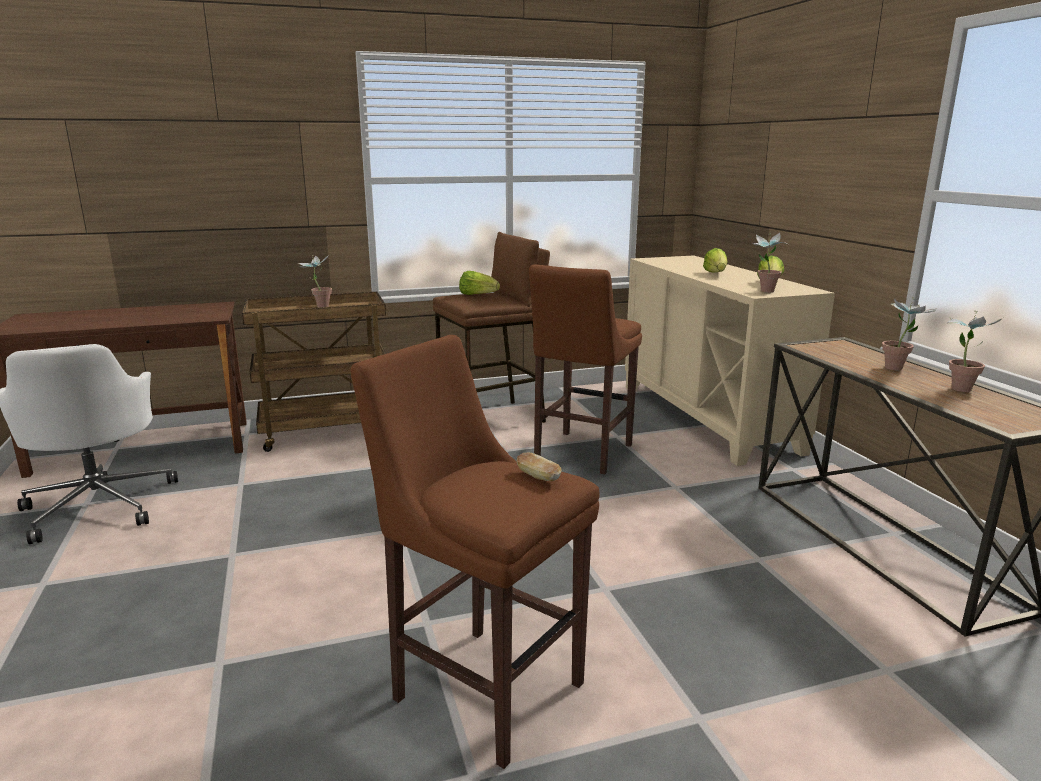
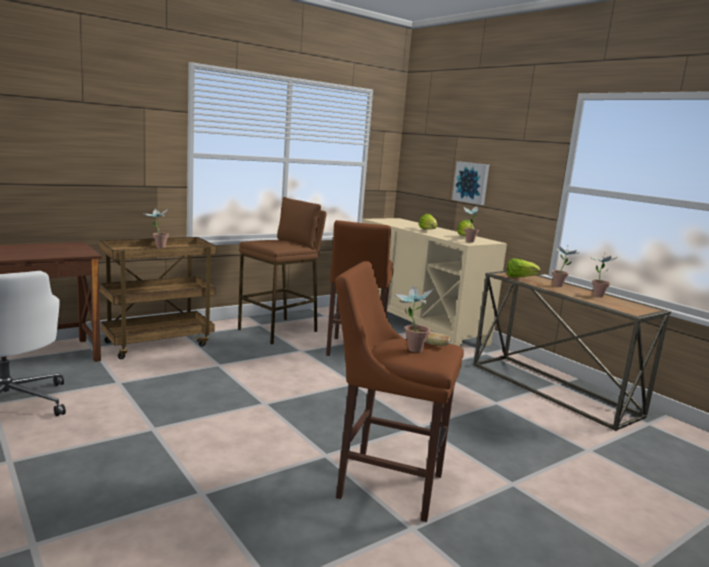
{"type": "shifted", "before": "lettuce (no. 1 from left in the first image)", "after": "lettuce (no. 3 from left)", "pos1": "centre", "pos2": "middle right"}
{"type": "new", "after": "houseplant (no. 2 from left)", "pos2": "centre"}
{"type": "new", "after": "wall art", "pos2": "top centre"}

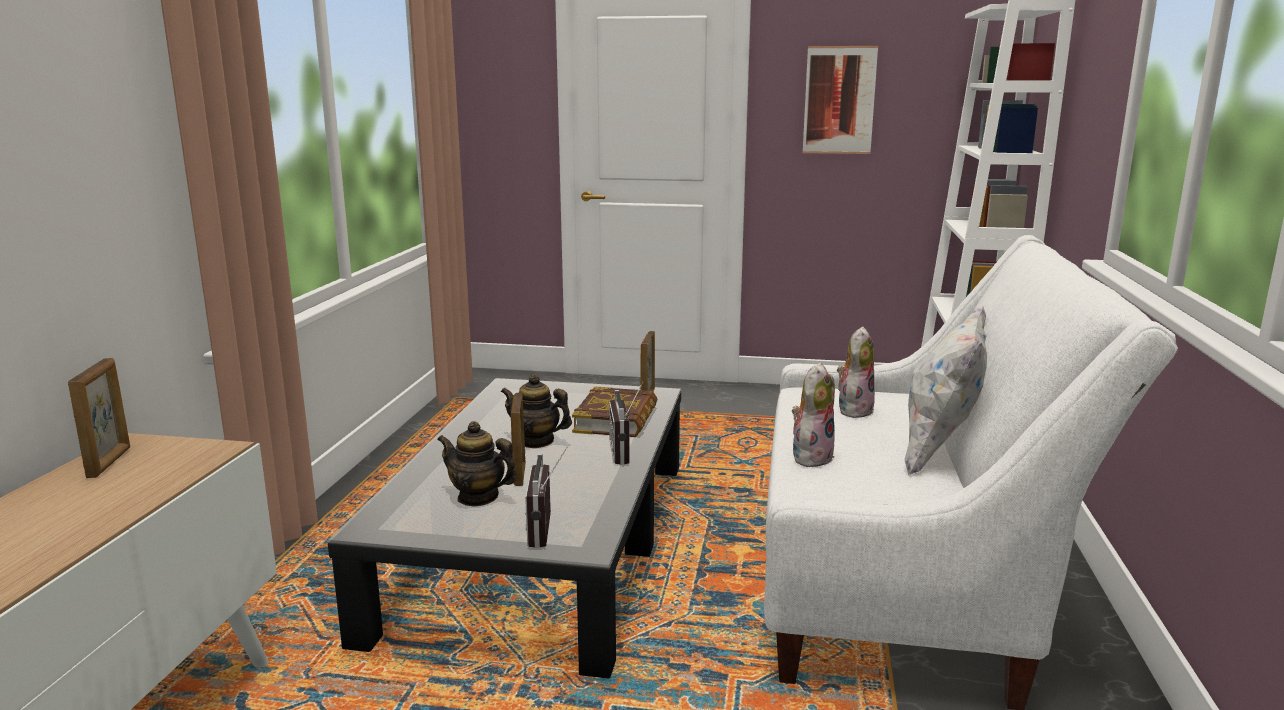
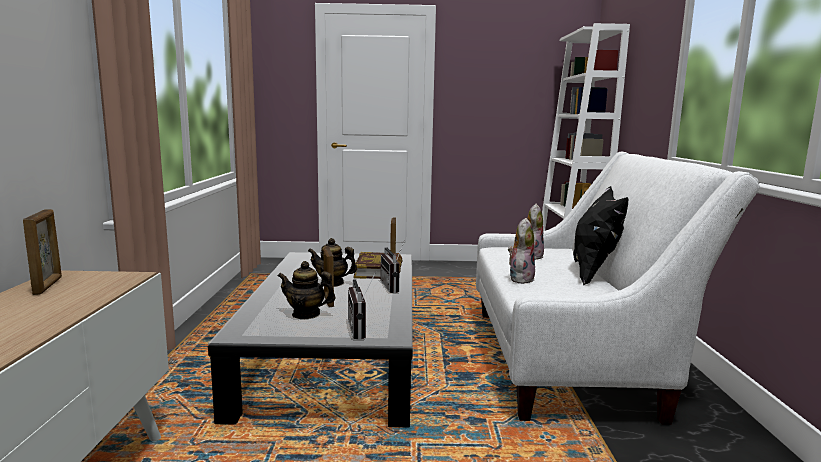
{"type": "gone", "before": "wall art", "pos1": "top centre"}
{"type": "repainted", "before": "white throw pillow", "after": "black throw pillow", "pos1": "middle right", "pos2": "middle right"}

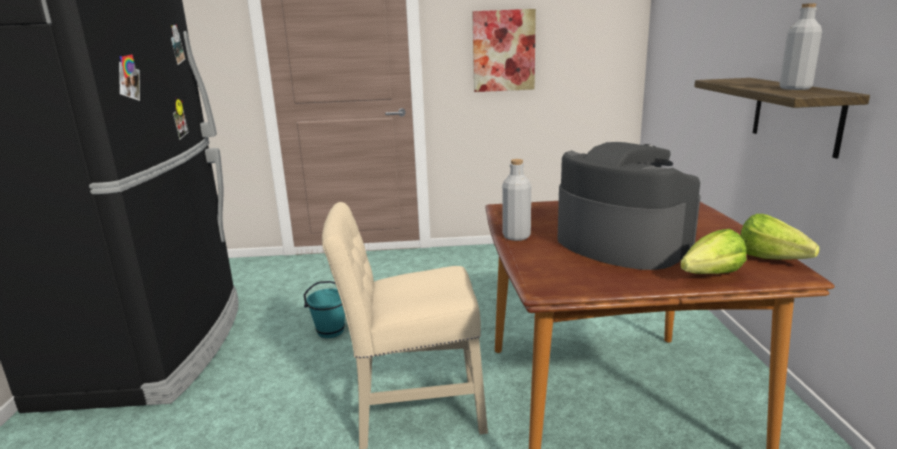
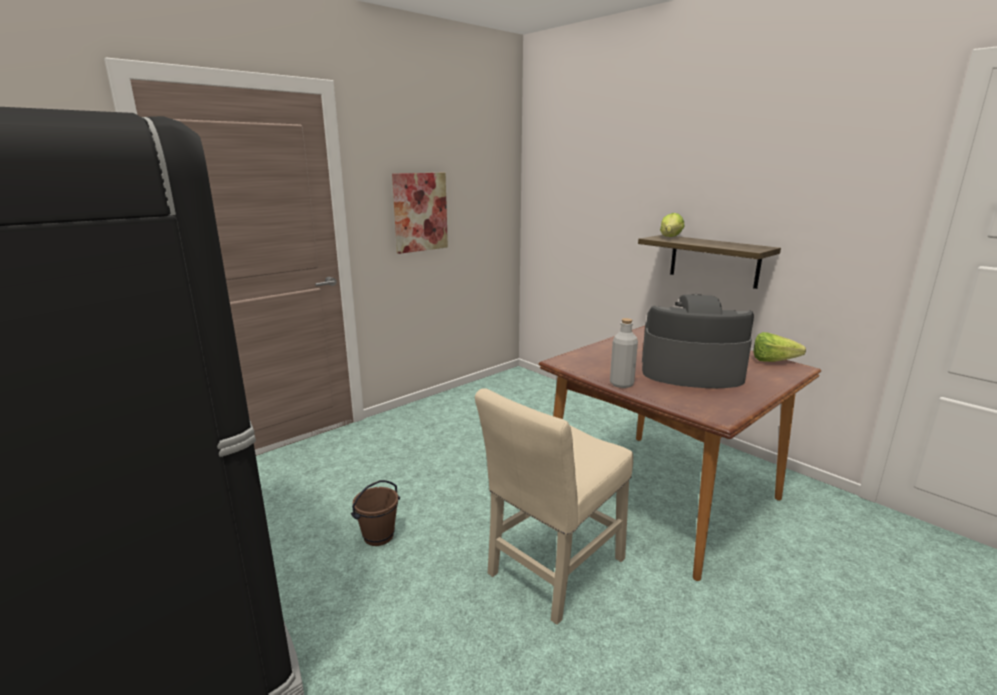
{"type": "repainted", "before": "turquoise bucket", "after": "brown bucket", "pos1": "bottom centre", "pos2": "bottom centre"}
{"type": "shifted", "before": "lettuce (no. 1 from left)", "pos1": "middle right", "pos2": "top right"}
{"type": "gone", "before": "gray drink bottle (no. 2 from left)", "pos1": "top right"}

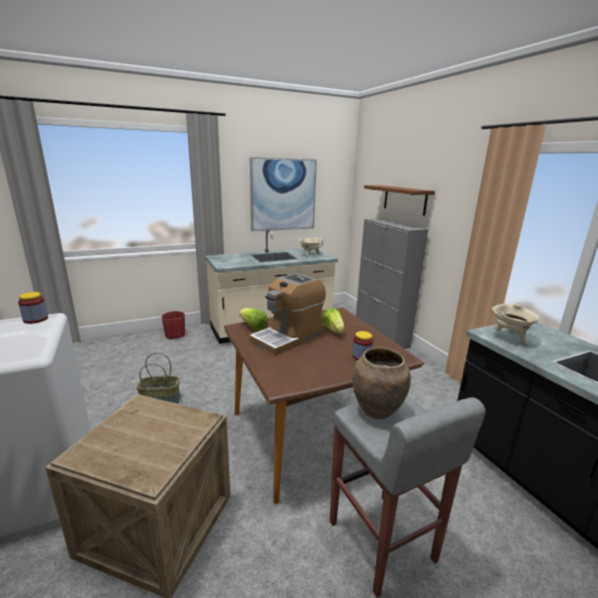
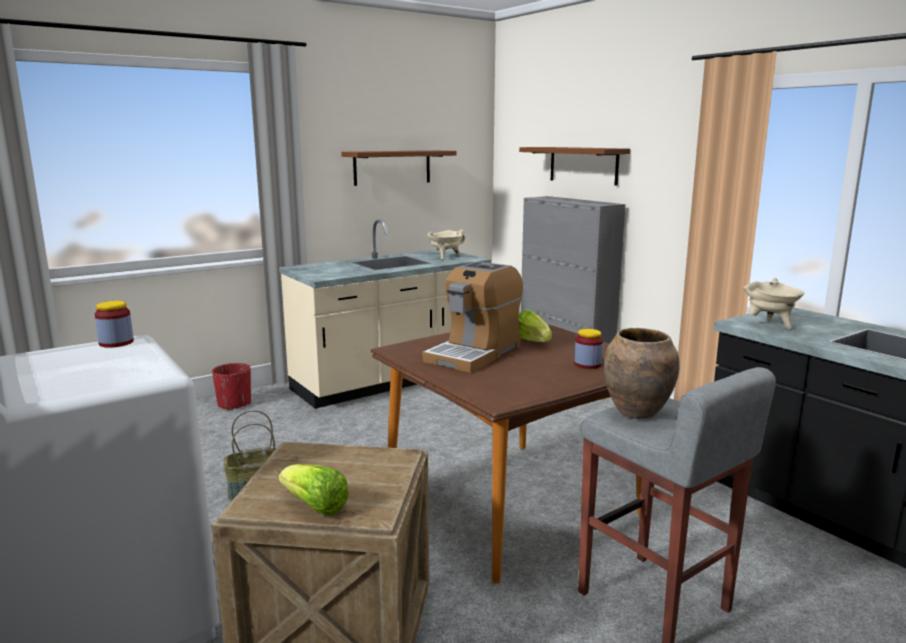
{"type": "shifted", "before": "lettuce (no. 1 from left)", "pos1": "centre", "pos2": "bottom centre"}
{"type": "swapped", "before": "wall art", "after": "brown bracket shelf (no. 1 from left)", "pos1": "top centre", "pos2": "top centre"}

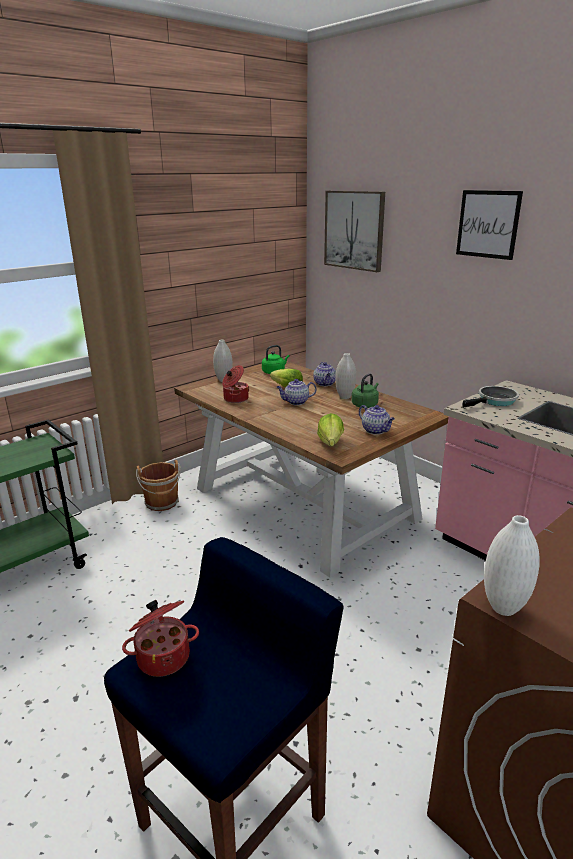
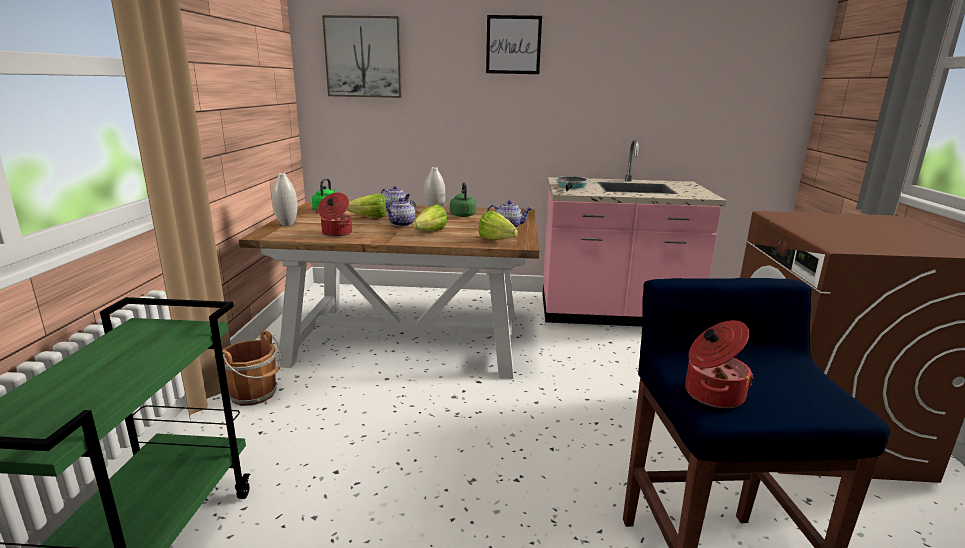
{"type": "gone", "before": "white flower vase (no. 3 from left)", "pos1": "middle right"}
{"type": "new", "after": "lettuce (no. 2 from left)", "pos2": "centre"}

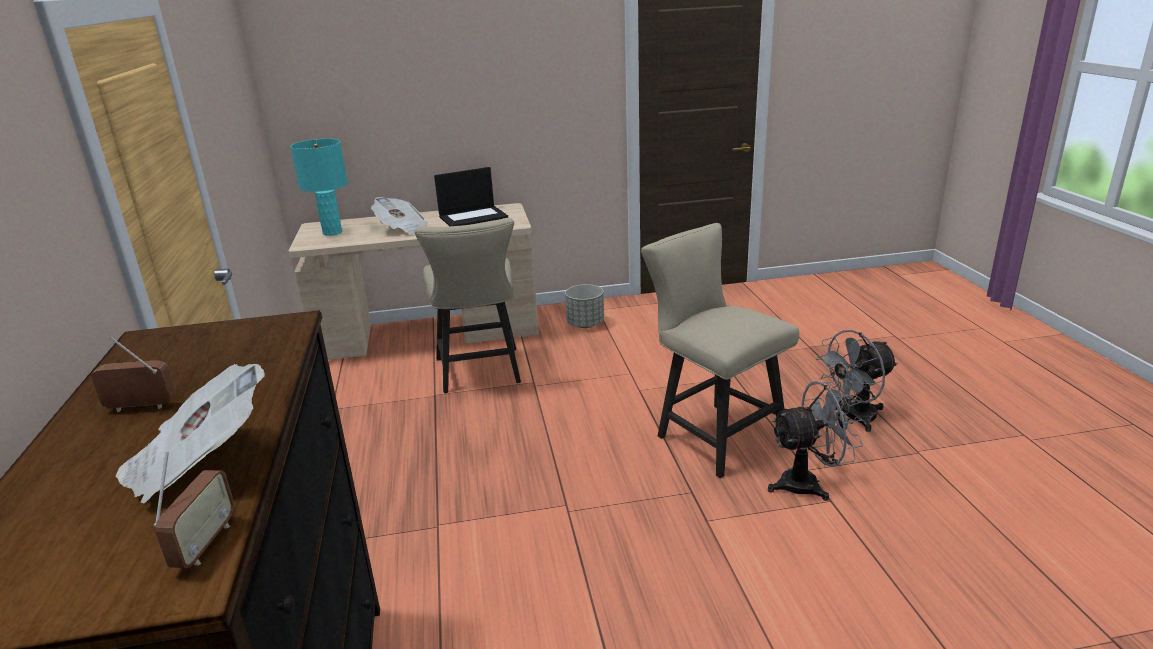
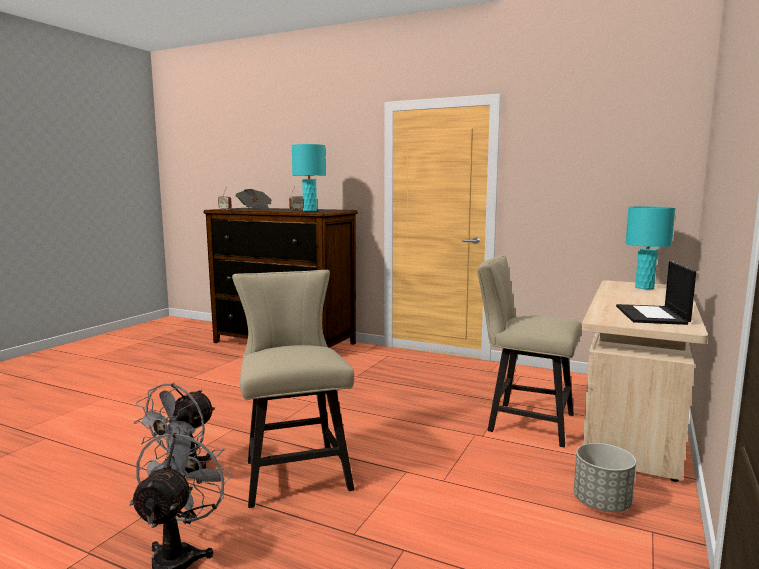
{"type": "gone", "before": "newspaper (no. 2 from left)", "pos1": "top centre"}
{"type": "rotated", "before": "beige plain chair (no. 2 from left in the first image)", "pos1": "centre", "pos2": "bottom centre", "turn": -105}
{"type": "new", "after": "turquoise table lamp (no. 1 from left)", "pos2": "top centre"}

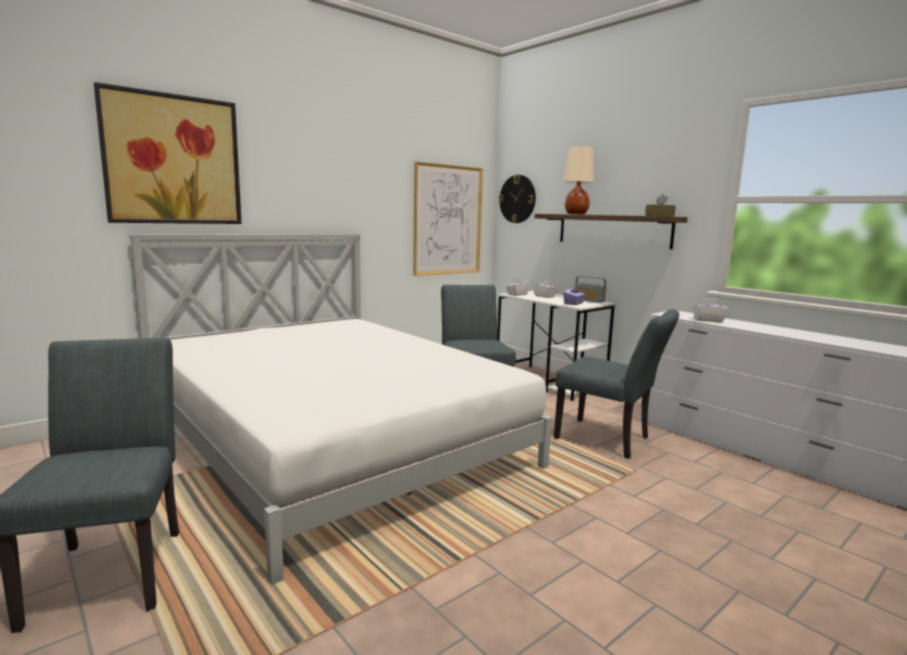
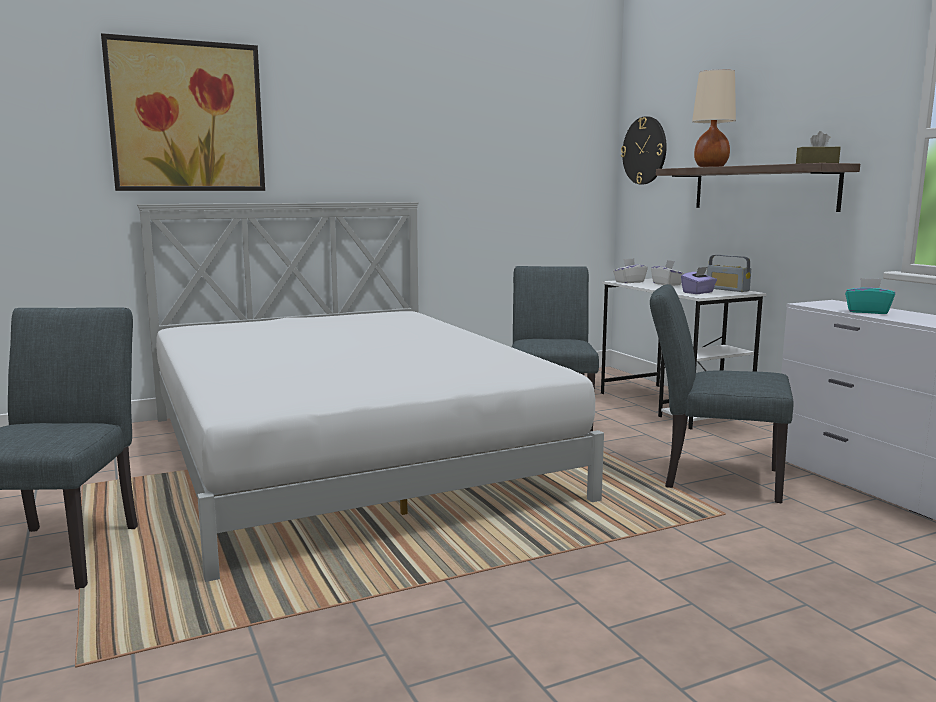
{"type": "gone", "before": "wall art (no. 2 from left)", "pos1": "top centre"}
{"type": "rotated", "before": "gray plain chair (no. 3 from left)", "pos1": "middle right", "pos2": "middle right", "turn": 150}
{"type": "repainted", "before": "white tissue holder (no. 3 from left)", "after": "turquoise tissue holder", "pos1": "middle right", "pos2": "middle right"}

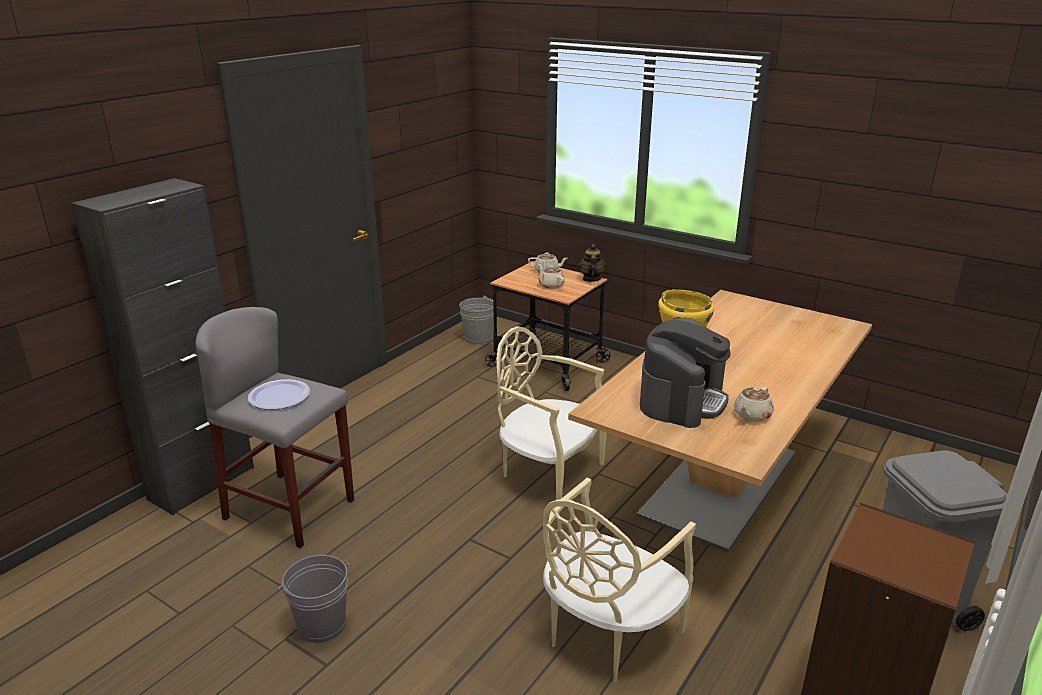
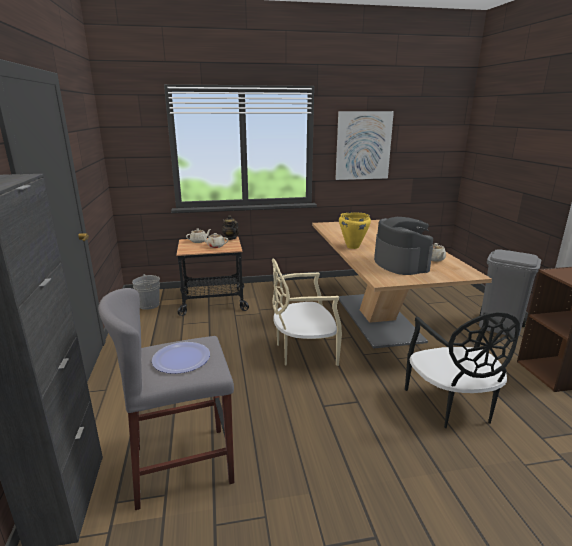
{"type": "gone", "before": "gray bucket (no. 1 from left)", "pos1": "bottom left"}
{"type": "repainted", "before": "beige plain chair (no. 2 from left)", "after": "black plain chair", "pos1": "bottom centre", "pos2": "bottom right"}
{"type": "new", "after": "wall art", "pos2": "top centre"}

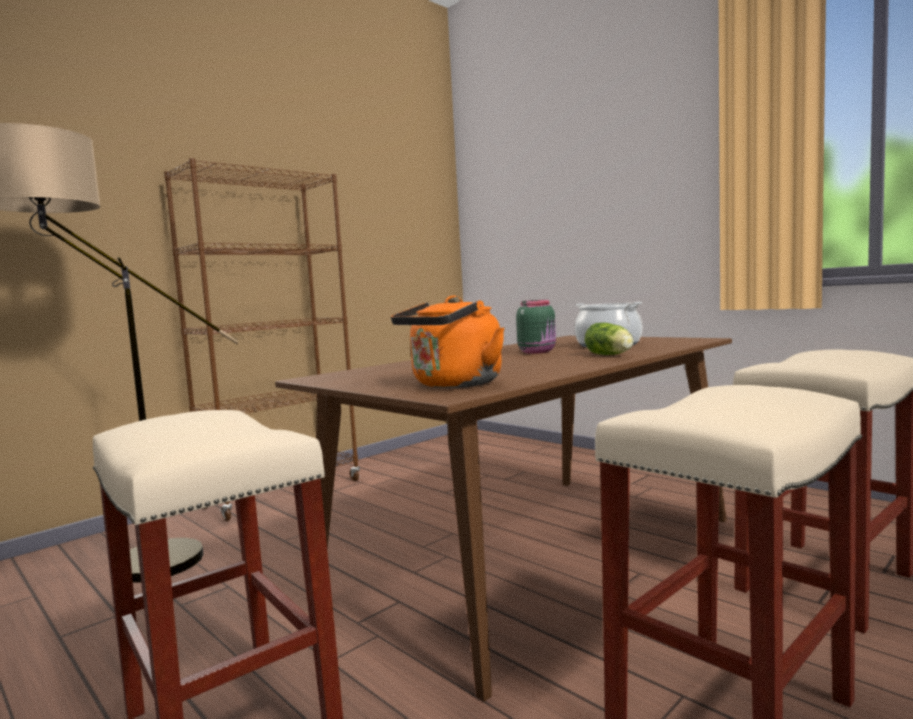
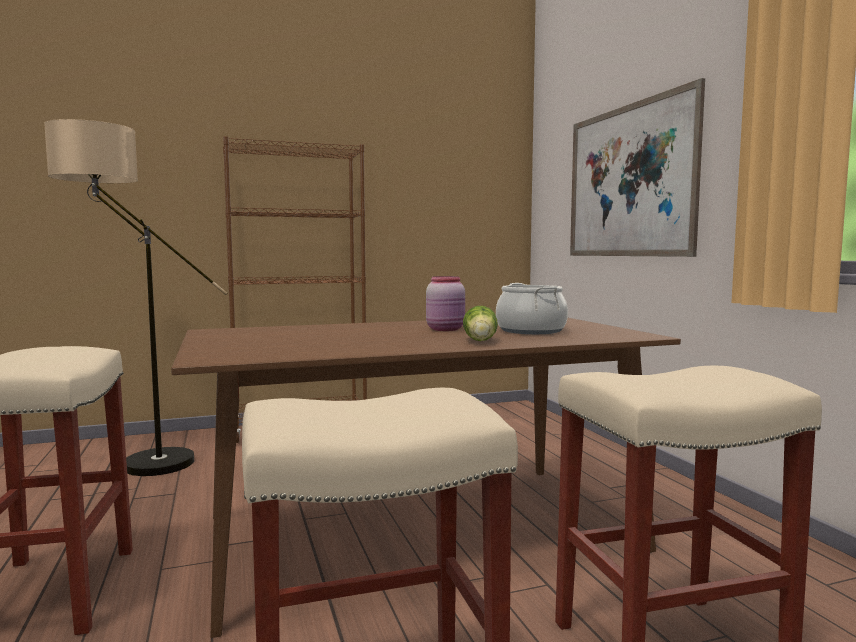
{"type": "gone", "before": "orangey tea kettle", "pos1": "centre"}
{"type": "repainted", "before": "greenish jar", "after": "pink-coloured jar", "pos1": "centre", "pos2": "centre"}
{"type": "new", "after": "wall art", "pos2": "top right"}

